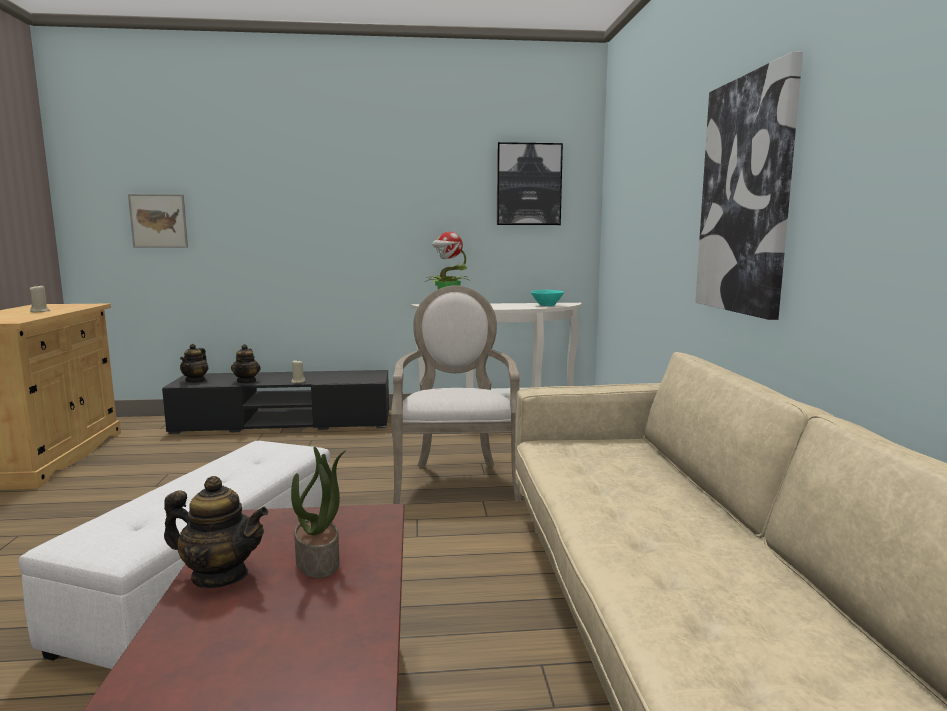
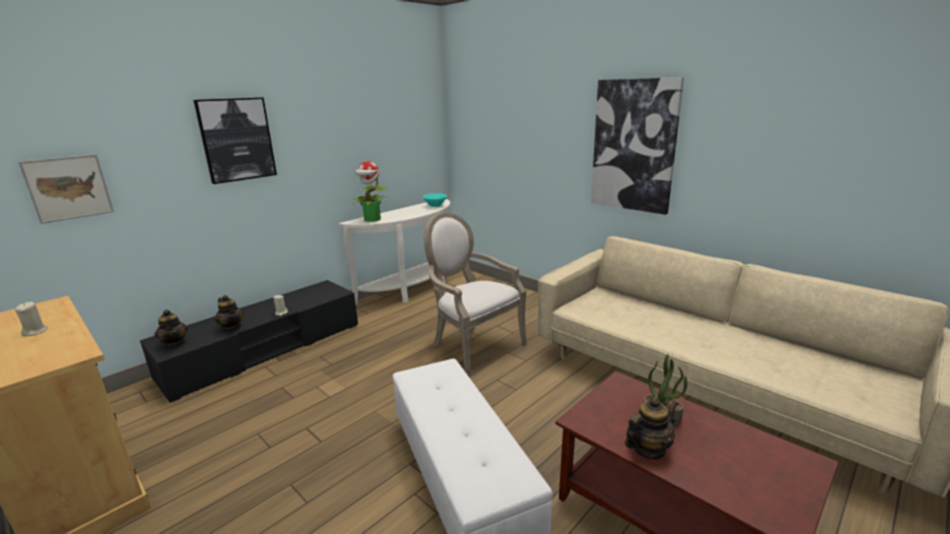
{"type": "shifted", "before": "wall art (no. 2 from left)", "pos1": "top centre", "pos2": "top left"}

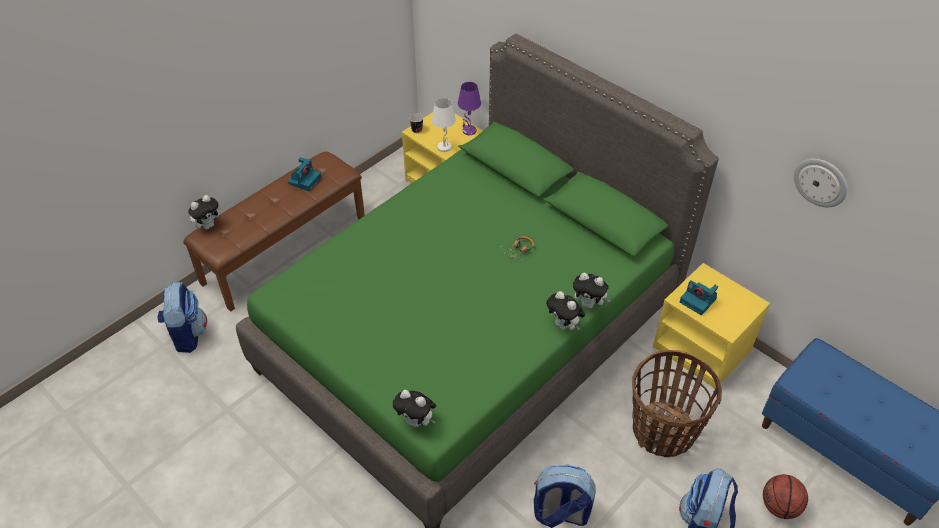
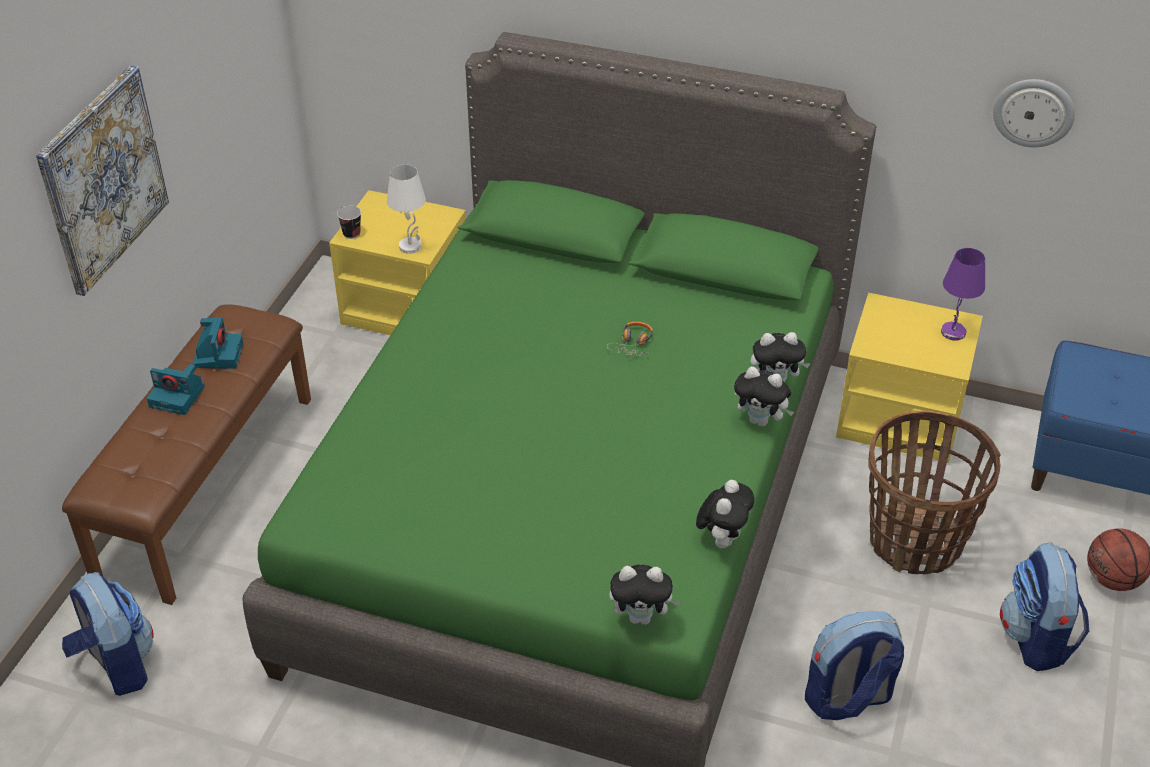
{"type": "shifted", "before": "cuddly toy (no. 1 from left in the first image)", "after": "cuddly toy (no. 2 from left)", "pos1": "middle left", "pos2": "bottom centre"}
{"type": "shifted", "before": "purple-coloured table lamp", "pos1": "top centre", "pos2": "middle right"}
{"type": "shifted", "before": "still camera (no. 2 from left in the first image)", "after": "still camera (no. 1 from left)", "pos1": "middle right", "pos2": "middle left"}
{"type": "new", "after": "wall art", "pos2": "top left"}

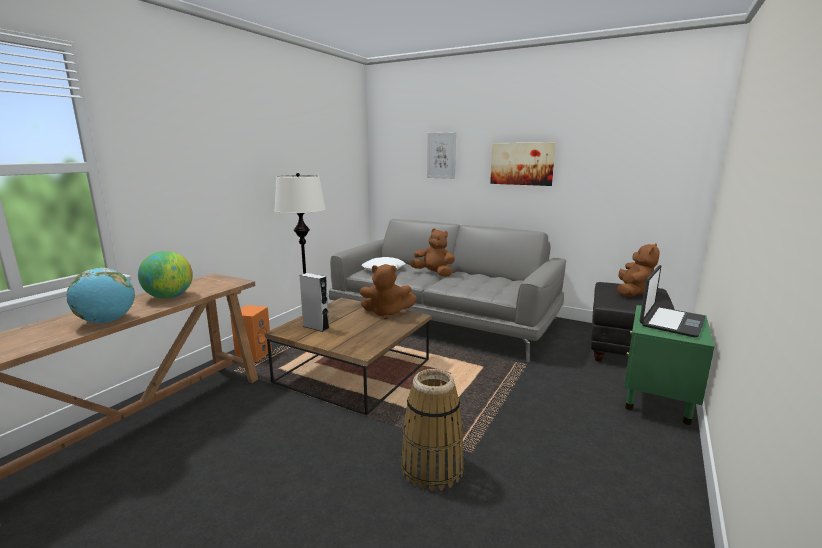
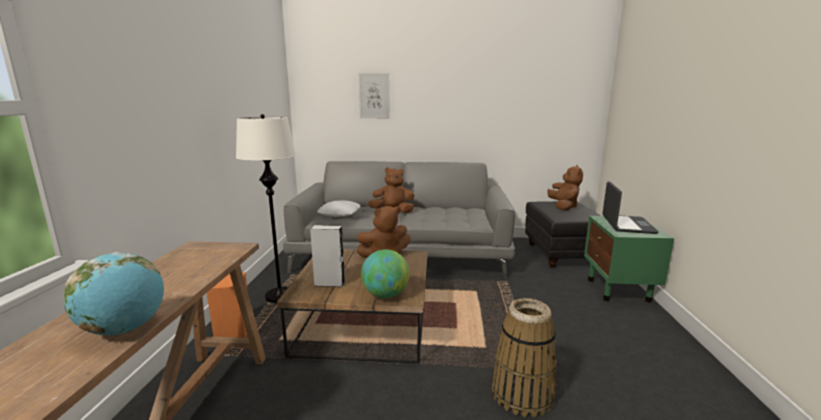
{"type": "shifted", "before": "world globe (no. 2 from left)", "pos1": "middle left", "pos2": "centre"}
{"type": "gone", "before": "wall art (no. 2 from left)", "pos1": "top centre"}

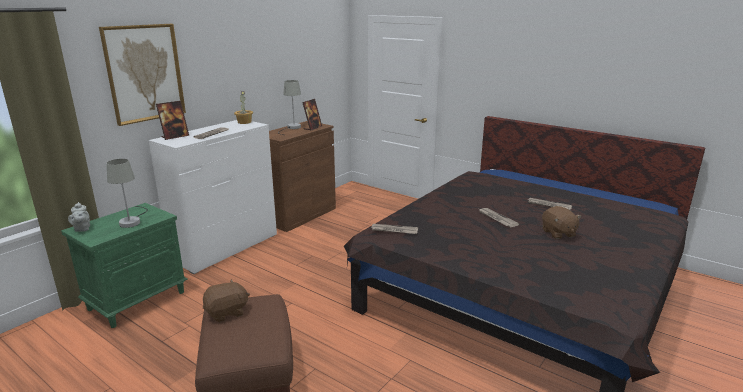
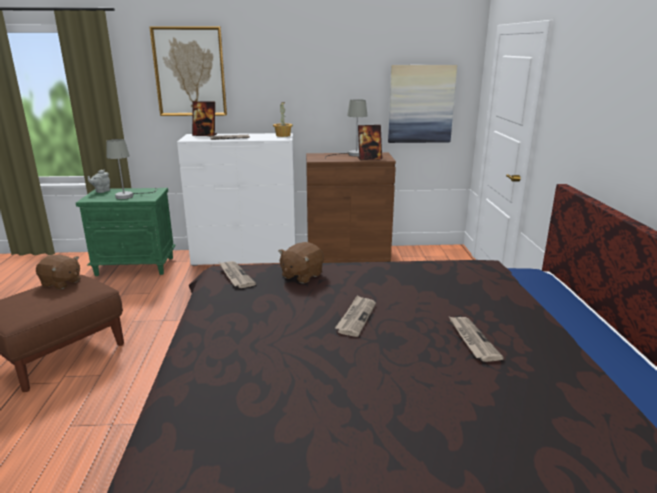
{"type": "shifted", "before": "brown cuddly toy (no. 2 from left)", "pos1": "middle right", "pos2": "centre"}
{"type": "new", "after": "wall art (no. 2 from left)", "pos2": "top centre"}

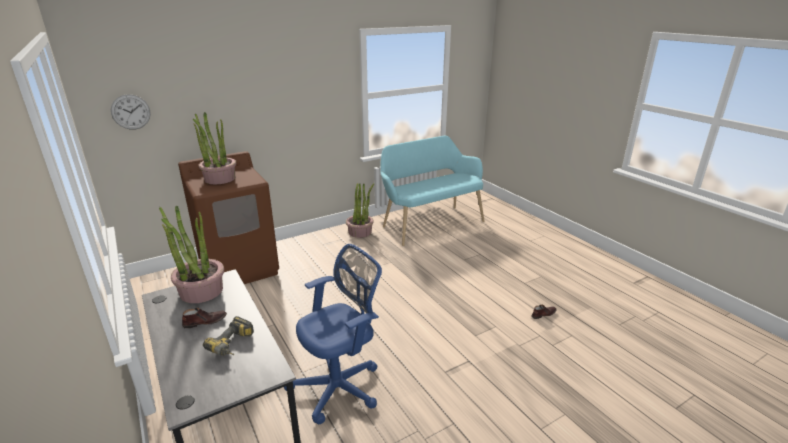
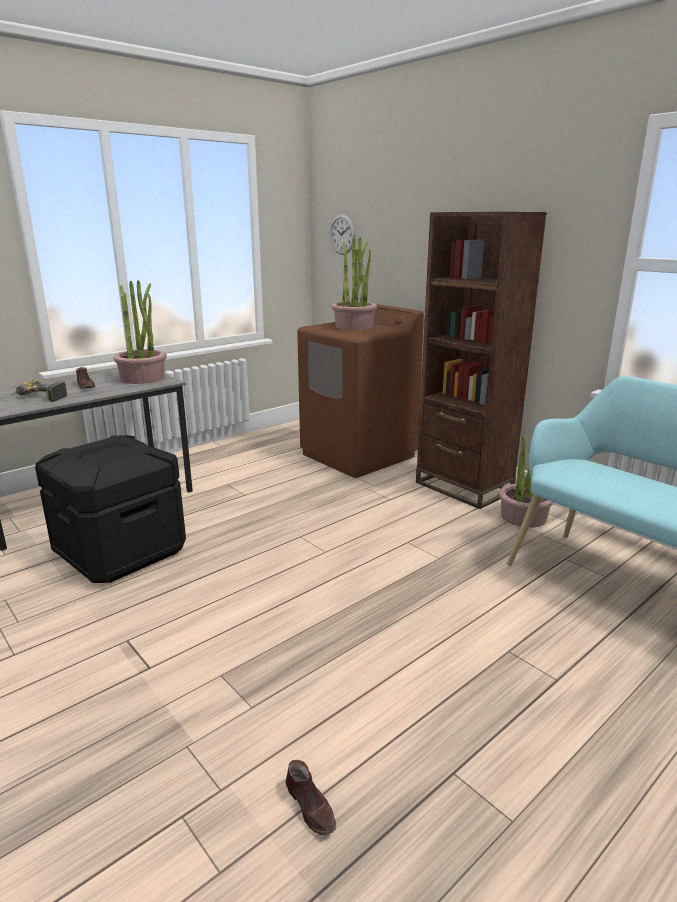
{"type": "swapped", "before": "blue-coloured office chair", "after": "black storage bin", "pos1": "bottom centre", "pos2": "middle left"}
{"type": "new", "after": "brown bookcase", "pos2": "middle right"}

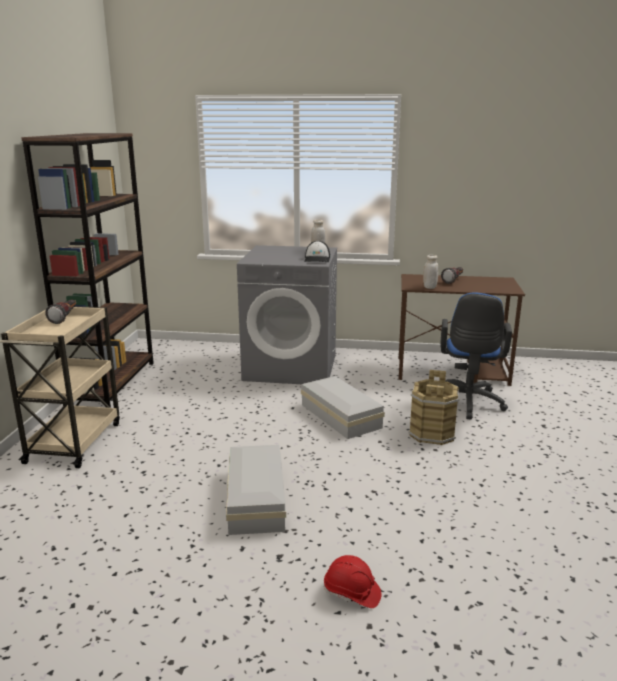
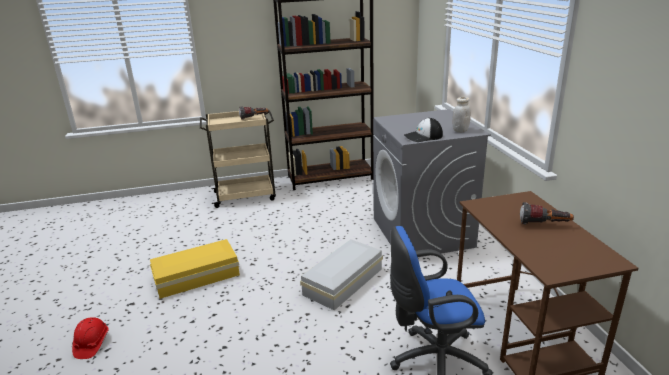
{"type": "repainted", "before": "white storage bin (no. 1 from left)", "after": "yellow-coloured storage bin", "pos1": "bottom centre", "pos2": "bottom left"}
{"type": "gone", "before": "brown bucket", "pos1": "middle right"}
{"type": "gone", "before": "white jar (no. 2 from left)", "pos1": "middle right"}

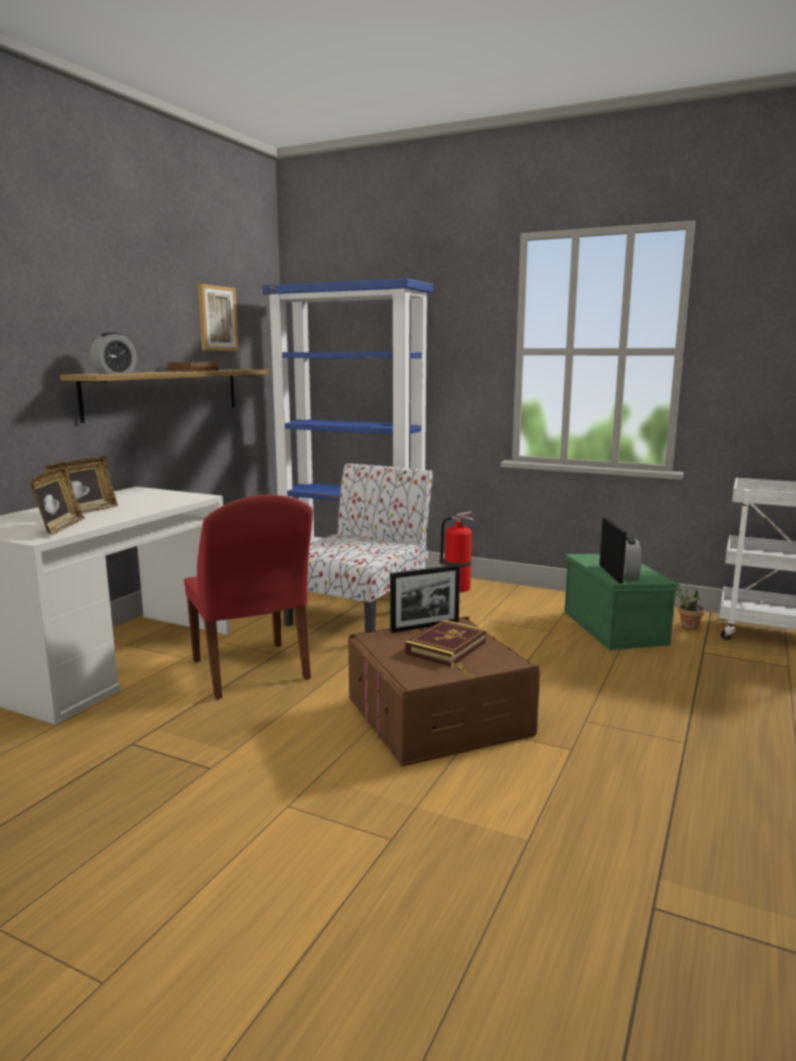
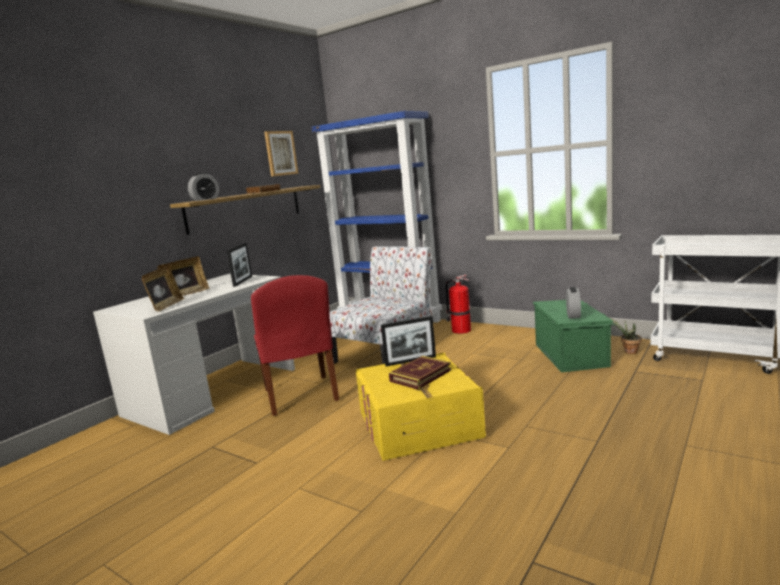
{"type": "repainted", "before": "brown storage bin", "after": "yellow-coloured storage bin", "pos1": "centre", "pos2": "bottom centre"}
{"type": "shifted", "before": "standing frame (no. 4 from left in the first image)", "after": "standing frame (no. 3 from left)", "pos1": "middle right", "pos2": "middle left"}

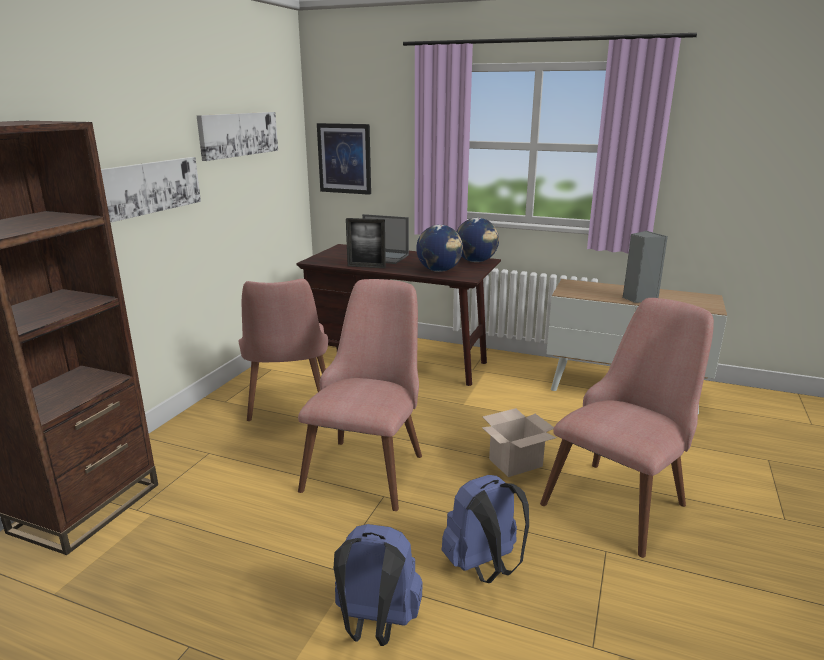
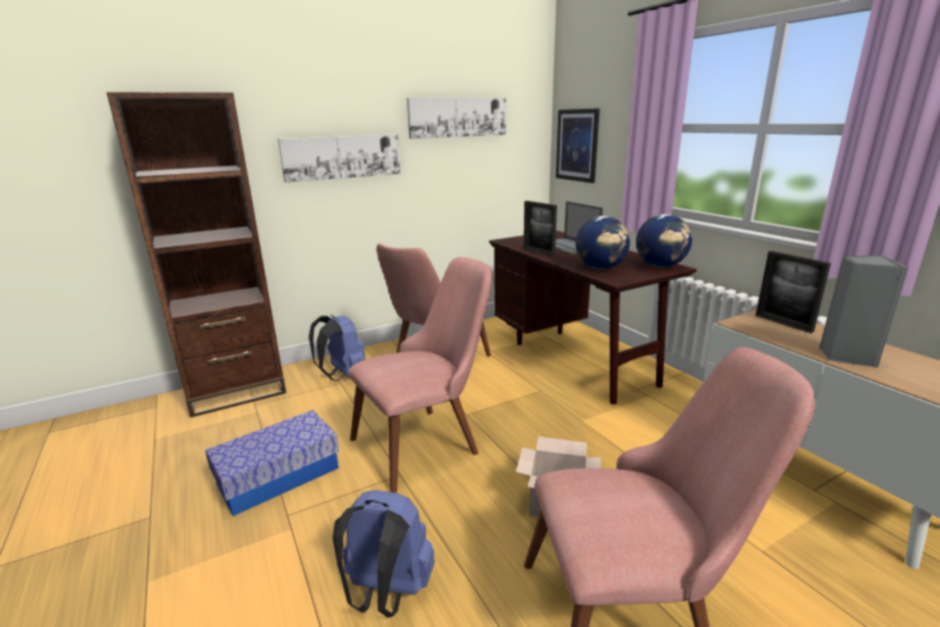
{"type": "shifted", "before": "blue-coloured knapsack (no. 1 from left)", "pos1": "bottom centre", "pos2": "centre"}
{"type": "new", "after": "storage bin", "pos2": "bottom left"}
{"type": "new", "after": "standing frame (no. 2 from left)", "pos2": "middle right"}

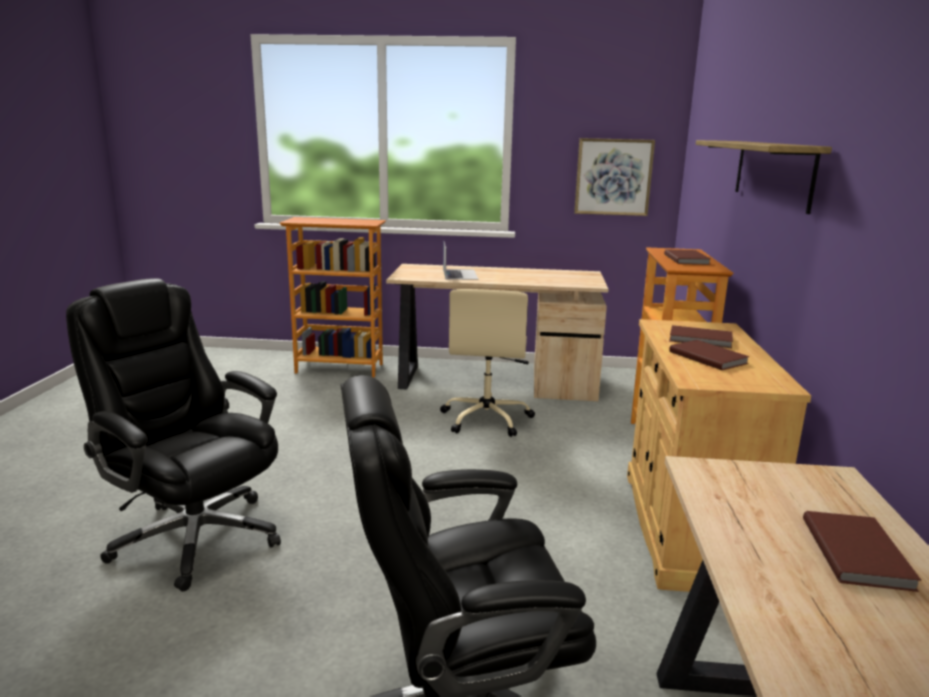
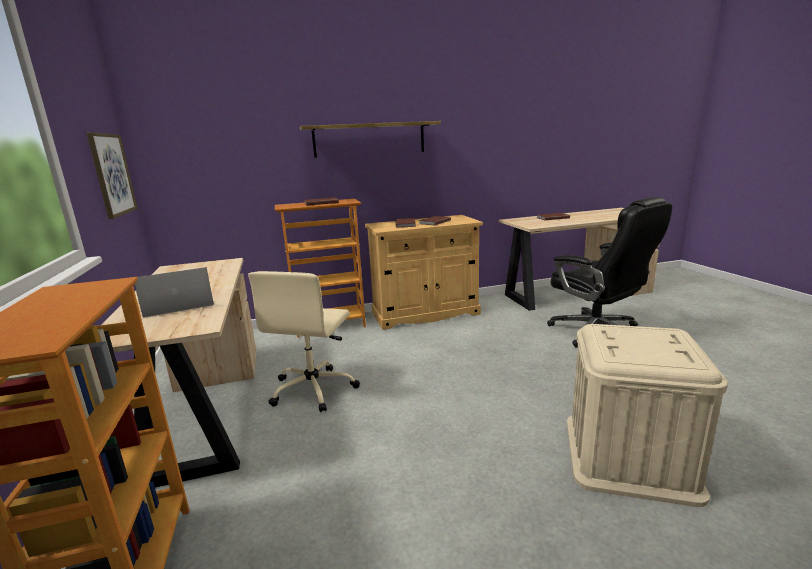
{"type": "swapped", "before": "black office chair (no. 1 from left)", "after": "beige storage bin", "pos1": "middle left", "pos2": "bottom right"}
{"type": "rotated", "before": "beige office chair", "pos1": "centre", "pos2": "centre", "turn": 120}

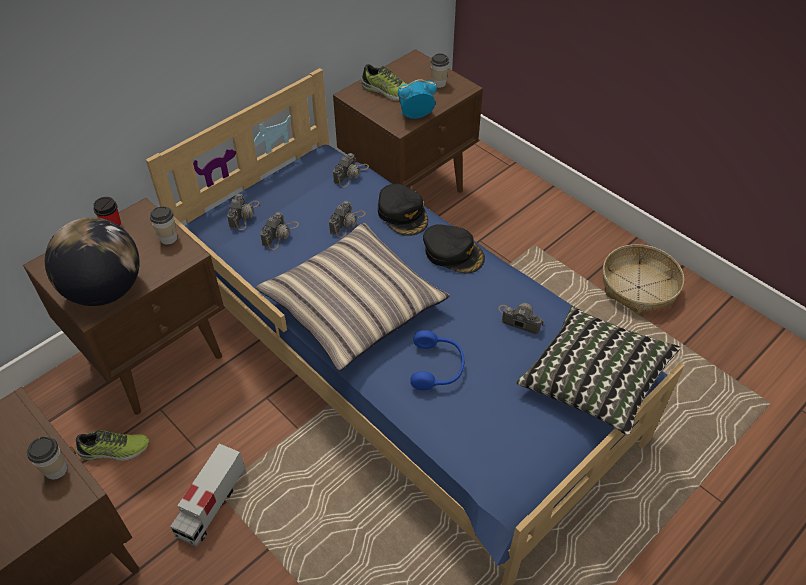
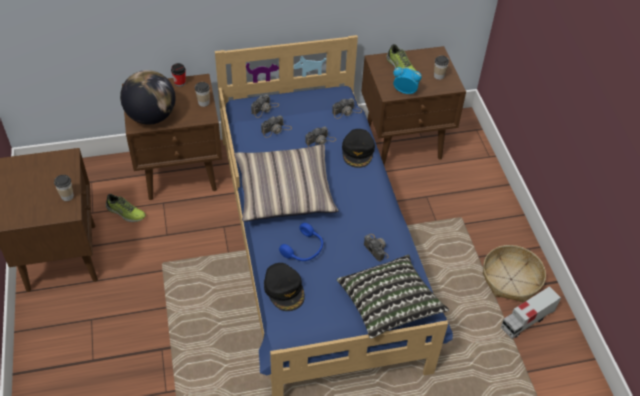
{"type": "shifted", "before": "model truck", "pos1": "bottom left", "pos2": "bottom right"}
{"type": "shifted", "before": "black baseball cap (no. 2 from left in the first image)", "after": "black baseball cap (no. 1 from left)", "pos1": "centre", "pos2": "bottom centre"}

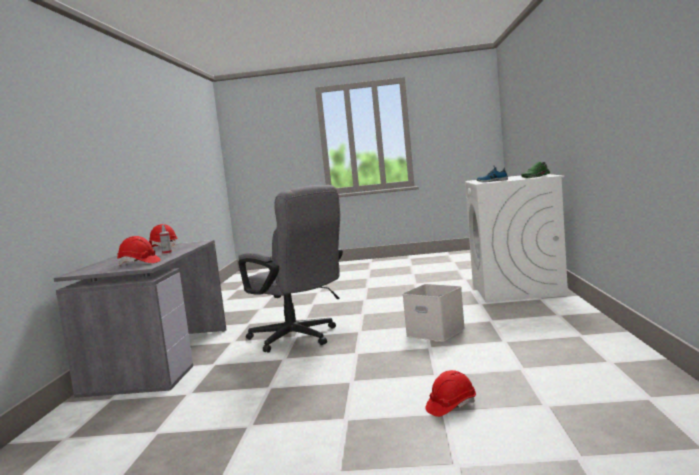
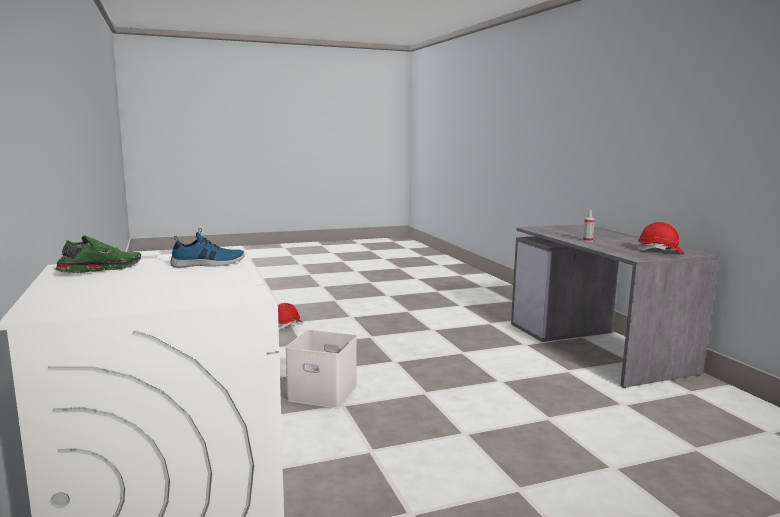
{"type": "gone", "before": "red-coloured hard hat (no. 1 from left)", "pos1": "middle left"}
{"type": "gone", "before": "gray office chair", "pos1": "centre"}

